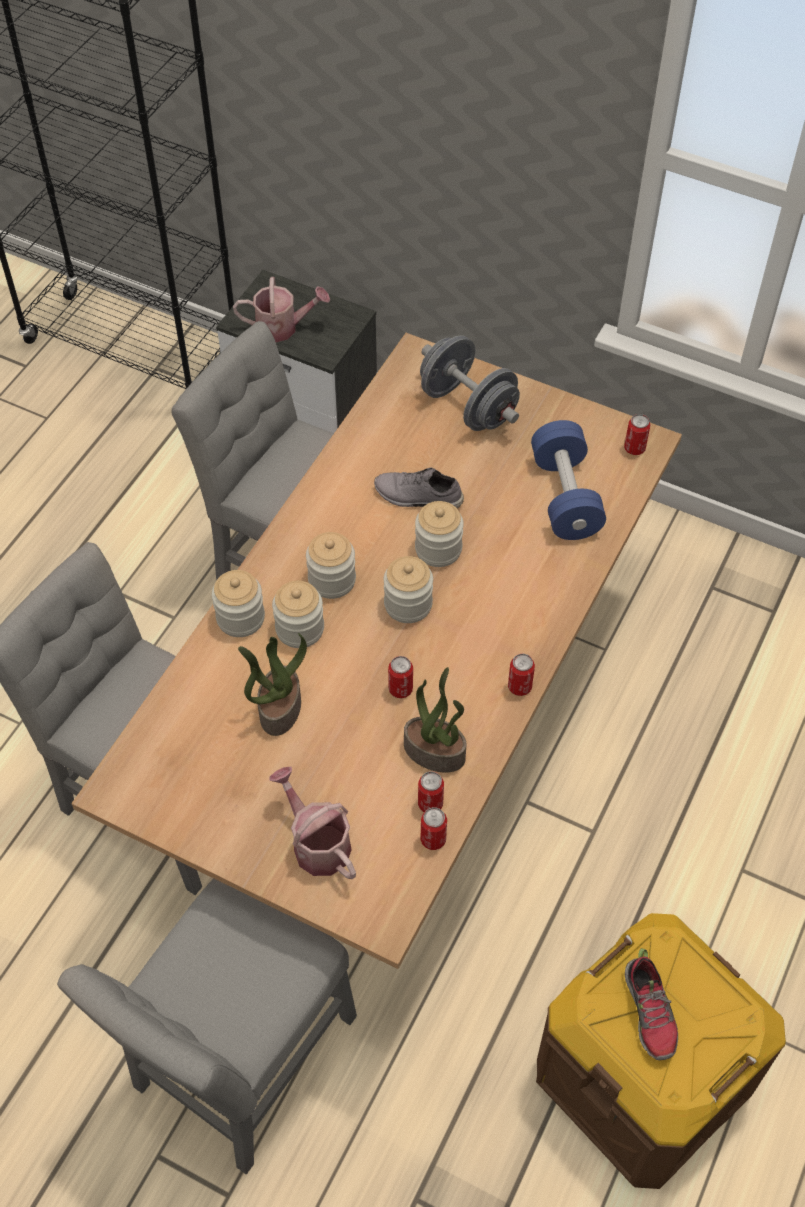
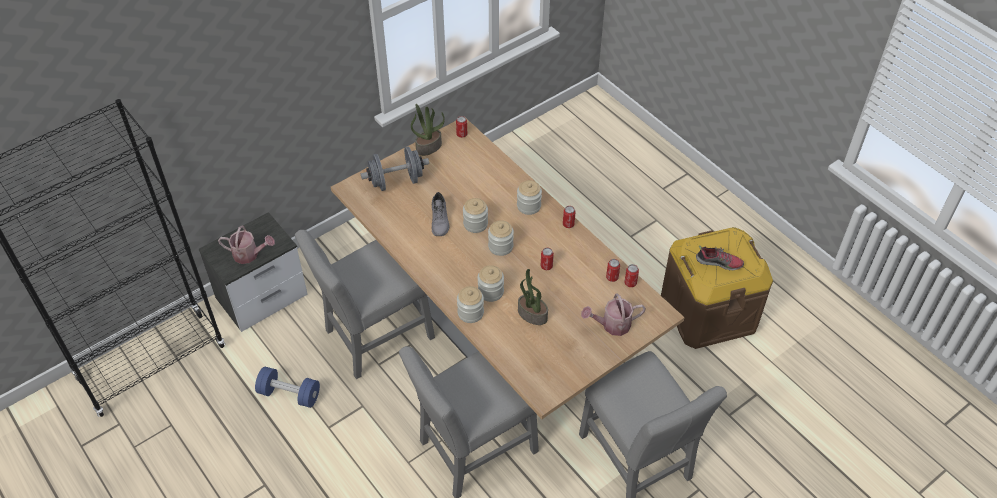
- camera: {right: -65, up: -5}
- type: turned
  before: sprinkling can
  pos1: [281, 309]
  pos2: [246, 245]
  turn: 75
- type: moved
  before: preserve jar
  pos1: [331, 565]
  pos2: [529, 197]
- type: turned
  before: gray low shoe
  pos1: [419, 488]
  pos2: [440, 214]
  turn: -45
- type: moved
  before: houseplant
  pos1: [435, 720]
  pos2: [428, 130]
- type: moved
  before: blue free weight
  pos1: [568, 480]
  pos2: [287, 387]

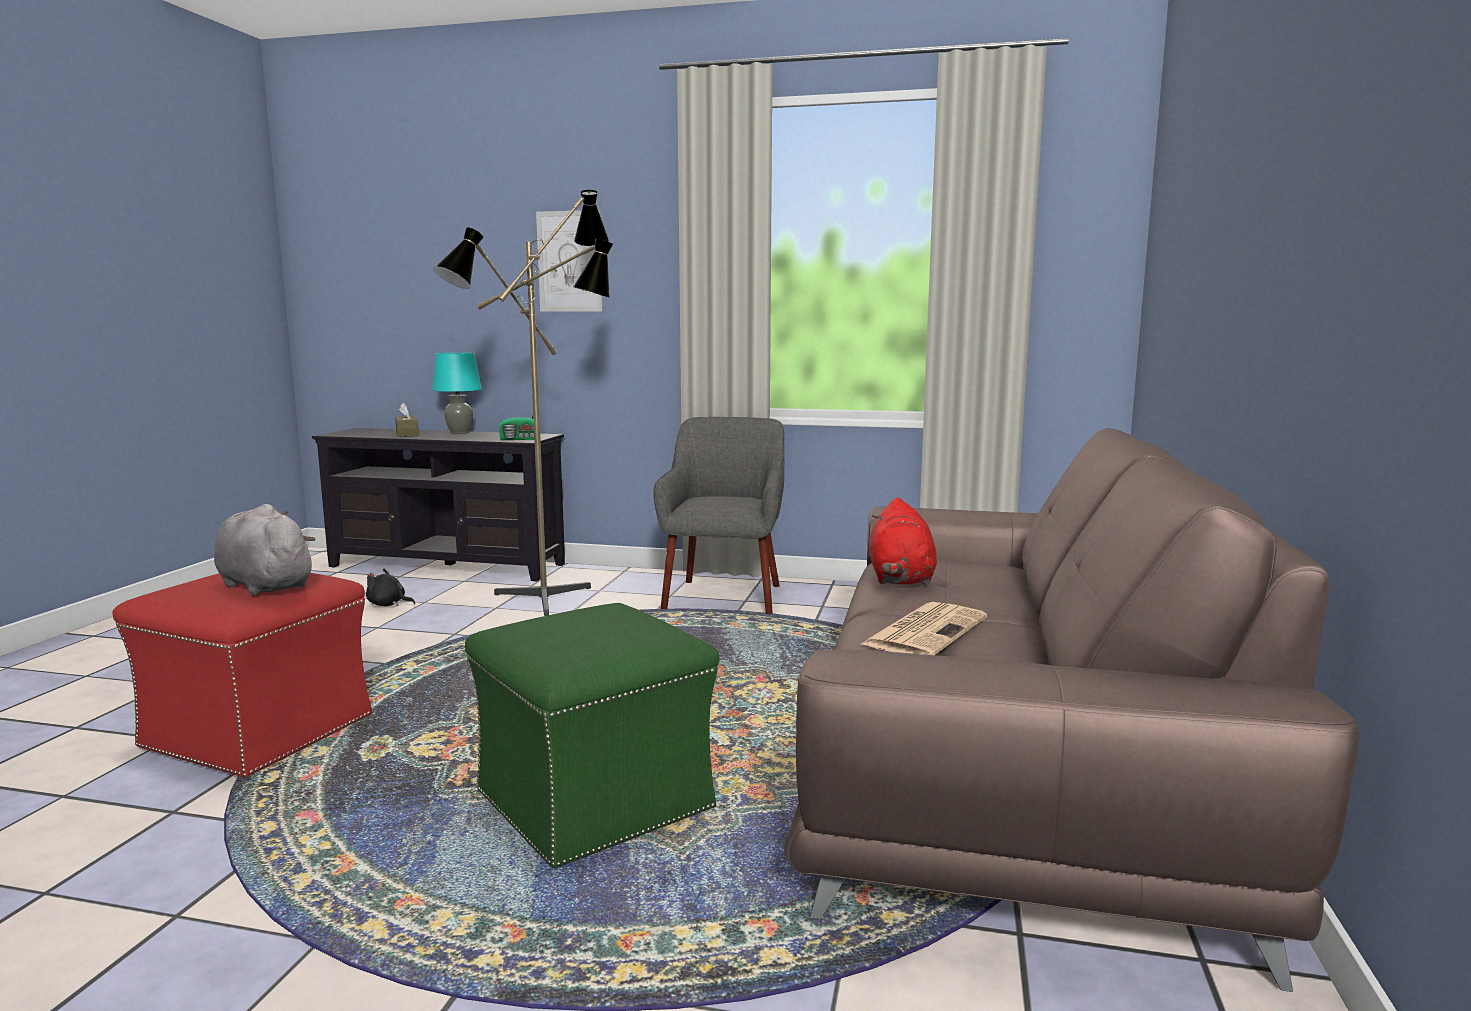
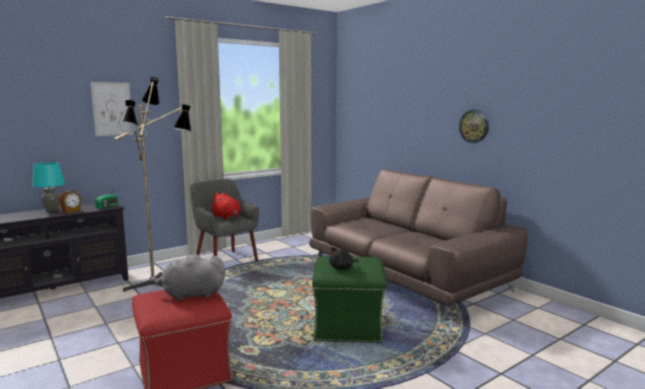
- camera: {right: -50, up: 0}
- type: moved
  before: blackish cuddly toy
  pos1: [390, 587]
  pos2: [343, 258]
- type: removed
  before: brown-coloured tissue box
  pos1: [407, 420]
- type: removed
  before: newspaper
  pos1: [923, 628]
- type: moved
  before: reddish cuddly toy
  pos1: [903, 542]
  pos2: [225, 206]
- type: added
  after: alarm clock
  pos2: [70, 201]
- type: added
  after: hanging clock
  pos2: [474, 126]

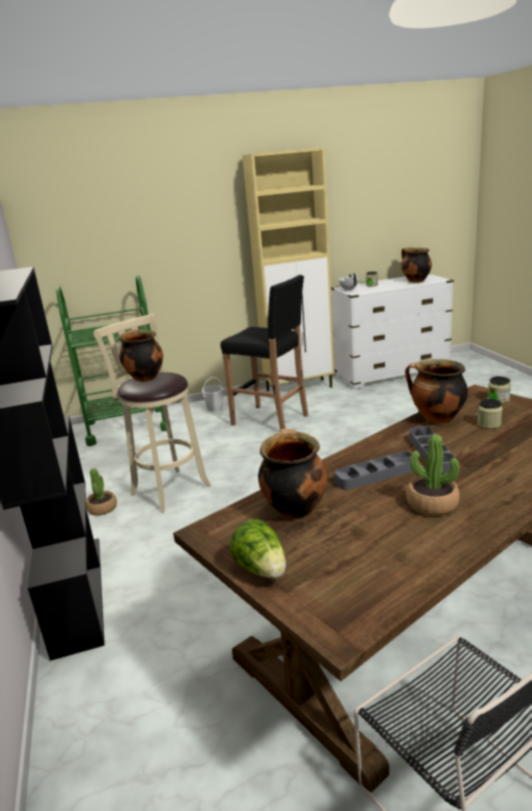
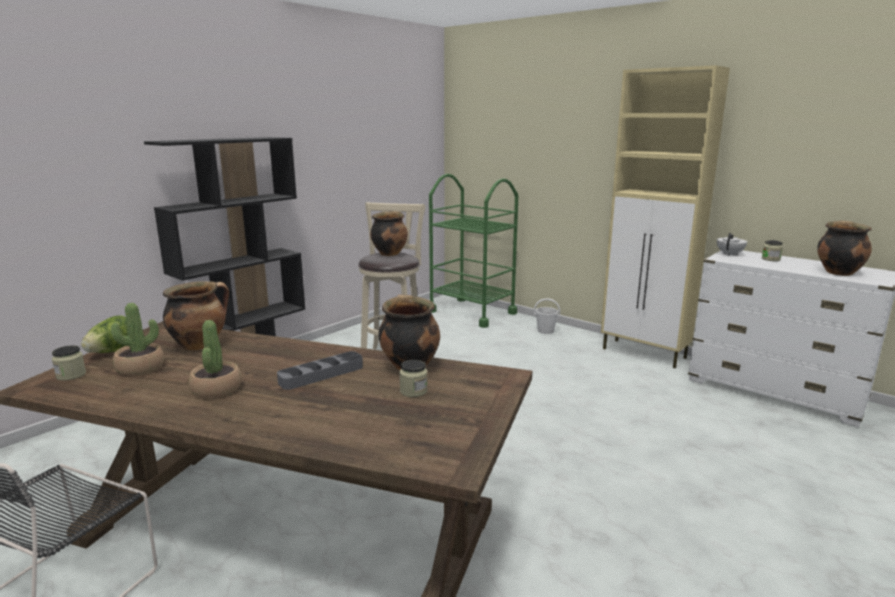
- camera: {right: 55, up: -5}
- type: moved
  before: houseplant
  pos1: [101, 492]
  pos2: [137, 339]
- type: removed
  before: blackish stool seat
  pos1: [264, 353]
- type: removed
  before: gray carrying tray
  pos1: [373, 470]
- type: moved
  before: preserve jar
  pos1: [499, 390]
  pos2: [69, 362]

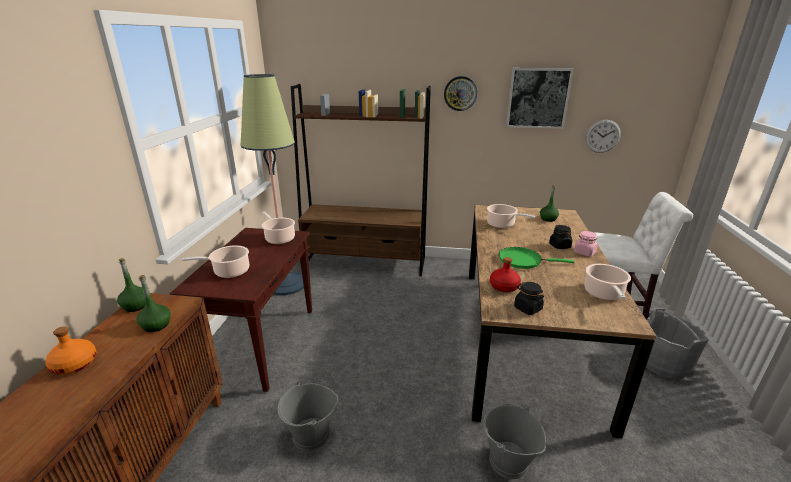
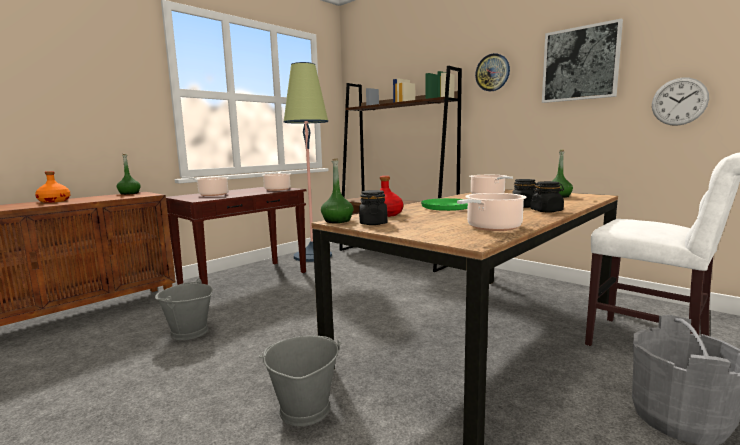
- camera: {right: 35, up: -15}
- type: moved
  before: greenish bottle
  pos1: [153, 303]
  pos2: [337, 190]
- type: recoloured
  before: pinkish preserve jar
  after: blackish preserve jar
  pos1: [586, 243]
  pos2: [547, 197]

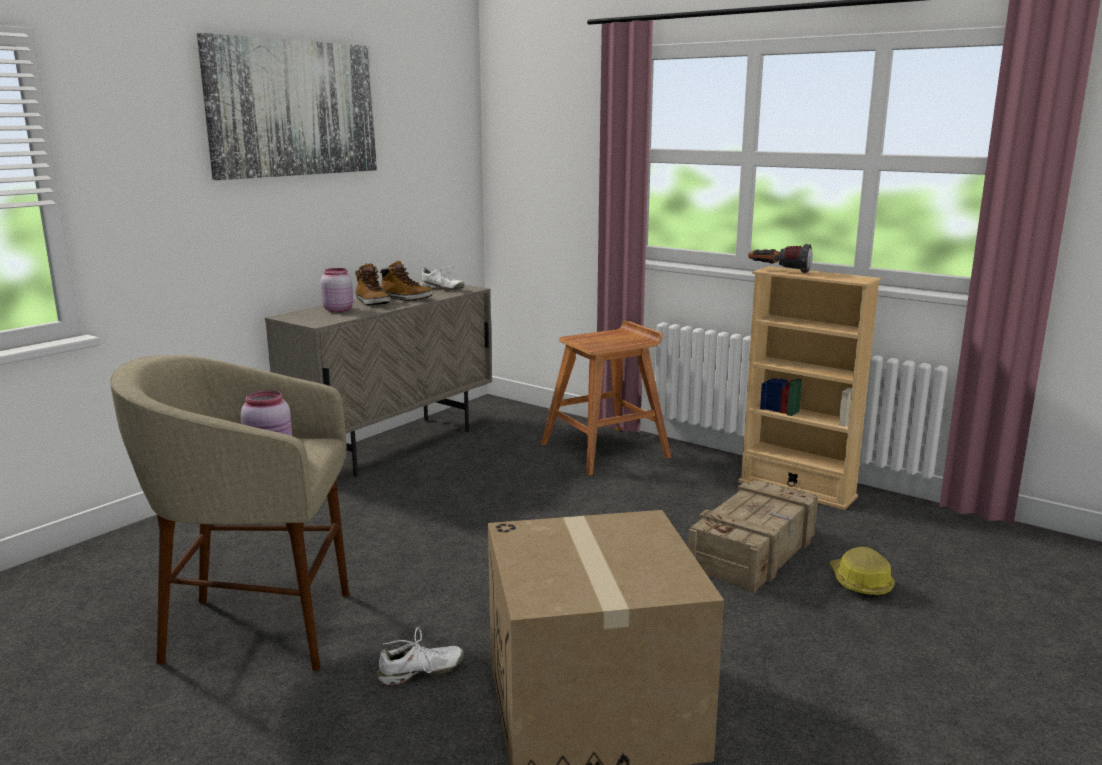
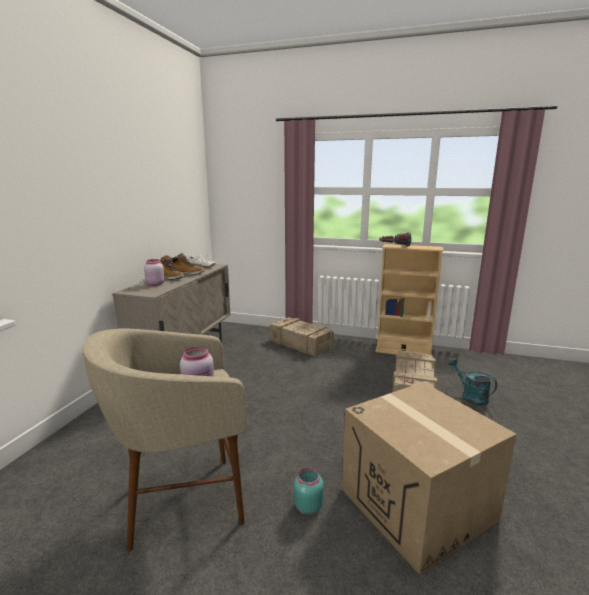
- camera: {right: -20, up: 0}
- type: removed
  before: wall picture
  pos1: [287, 106]
- type: replaced
  before: white-coloured low shoe
  after: turquoise-coloured preserve jar
  pos1: [420, 656]
  pos2: [308, 491]
- type: replaced
  before: brown-coloured stool seat
  after: crate
  pos1: [606, 398]
  pos2: [301, 337]
- type: replaced
  before: hard hat
  after: turquoise-coloured sprinkling can
  pos1: [862, 573]
  pos2: [472, 382]

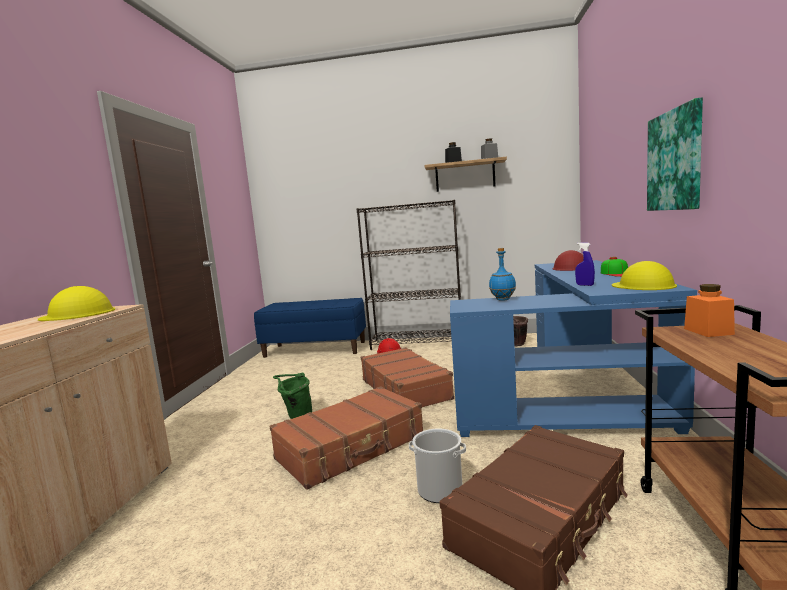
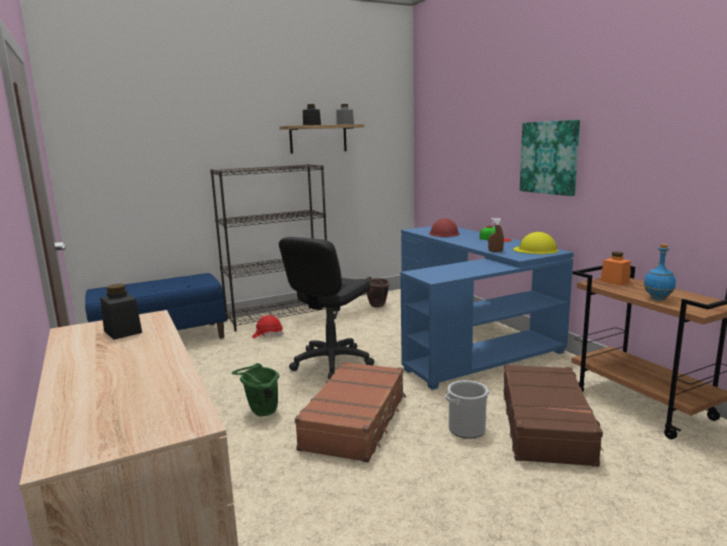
- camera: {right: -35, up: 5}
- type: replaced
  before: yellow hard hat
  after: blackish preserve jar
  pos1: [76, 303]
  pos2: [121, 312]
- type: replaced
  before: brown-coloured piece of luggage
  after: blackish desk chair
  pos1: [407, 377]
  pos2: [326, 308]
- type: moved
  before: blue bottle
  pos1: [502, 274]
  pos2: [660, 272]
- type: recoloured
  before: blue hand sprayer
  after: brown-coloured hand sprayer
  pos1: [585, 264]
  pos2: [496, 235]

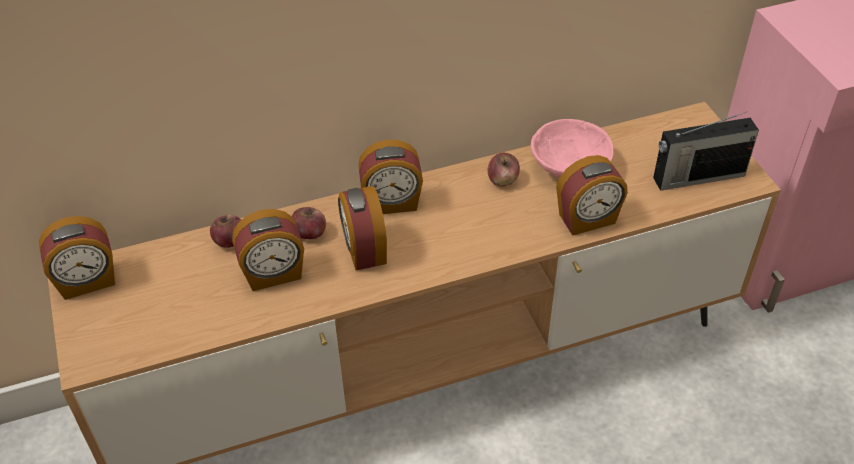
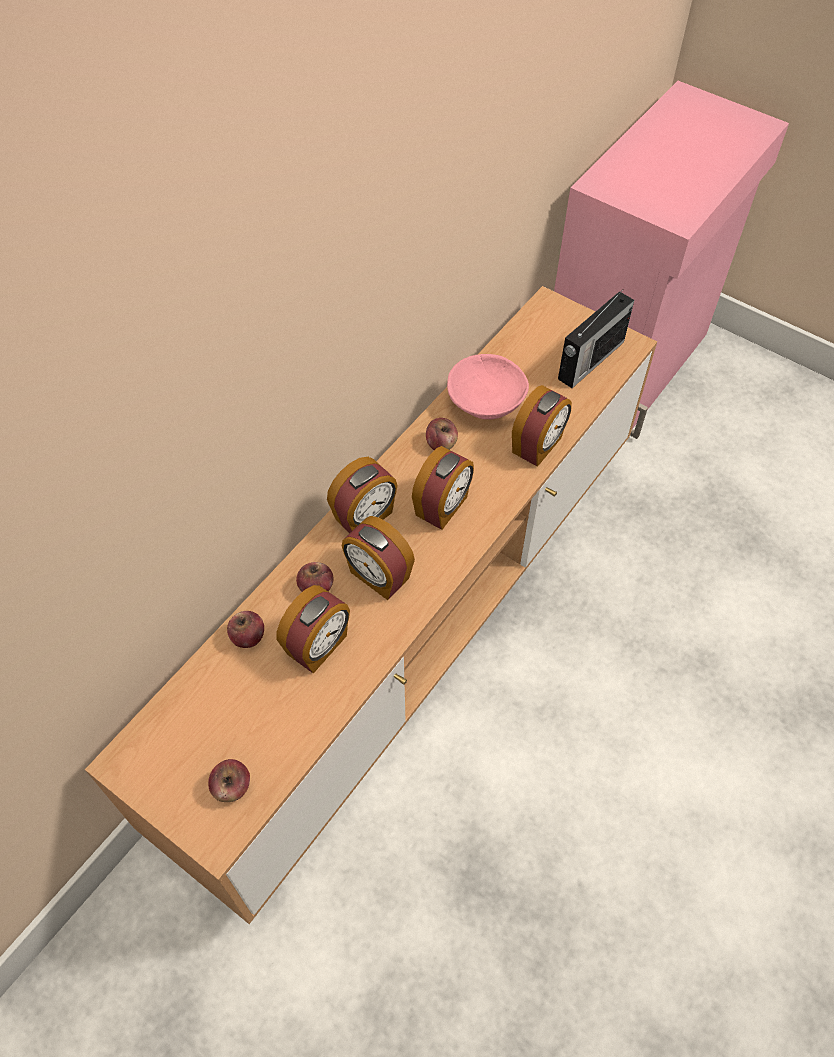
- camera: {right: -35, up: 10}
- type: moved
  before: alarm clock
  pos1: [77, 258]
  pos2: [443, 488]
- type: added
  after: apple fruit
  pos2: [229, 780]

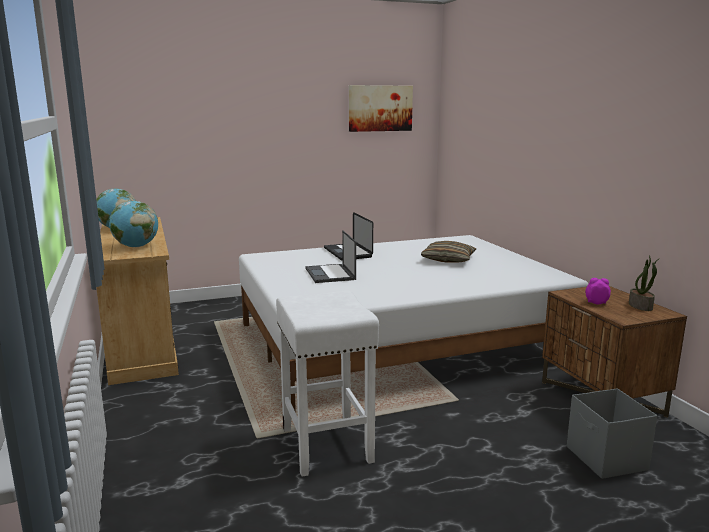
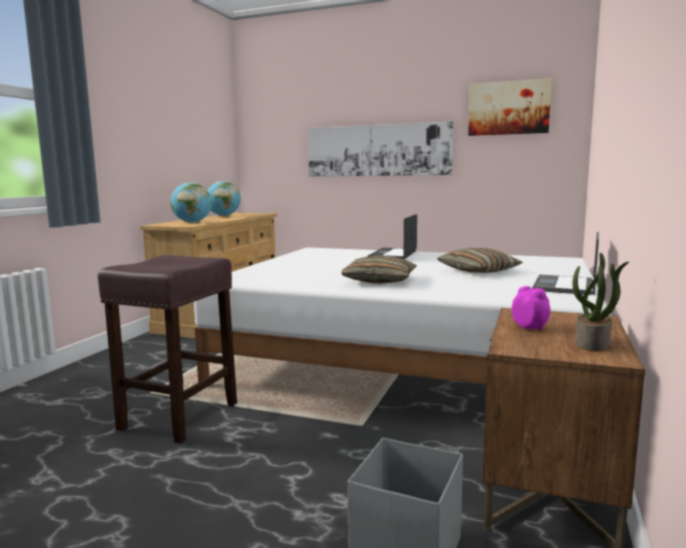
- camera: {right: 40, up: -5}
- type: recoloured
  before: white-coloured stool seat
  after: brown-coloured stool seat
  pos1: [327, 384]
  pos2: [167, 349]
- type: moved
  before: laptop
  pos1: [330, 256]
  pos2: [565, 263]
- type: added
  after: wall picture
  pos2: [380, 149]
- type: added
  after: throw pillow
  pos2: [379, 269]

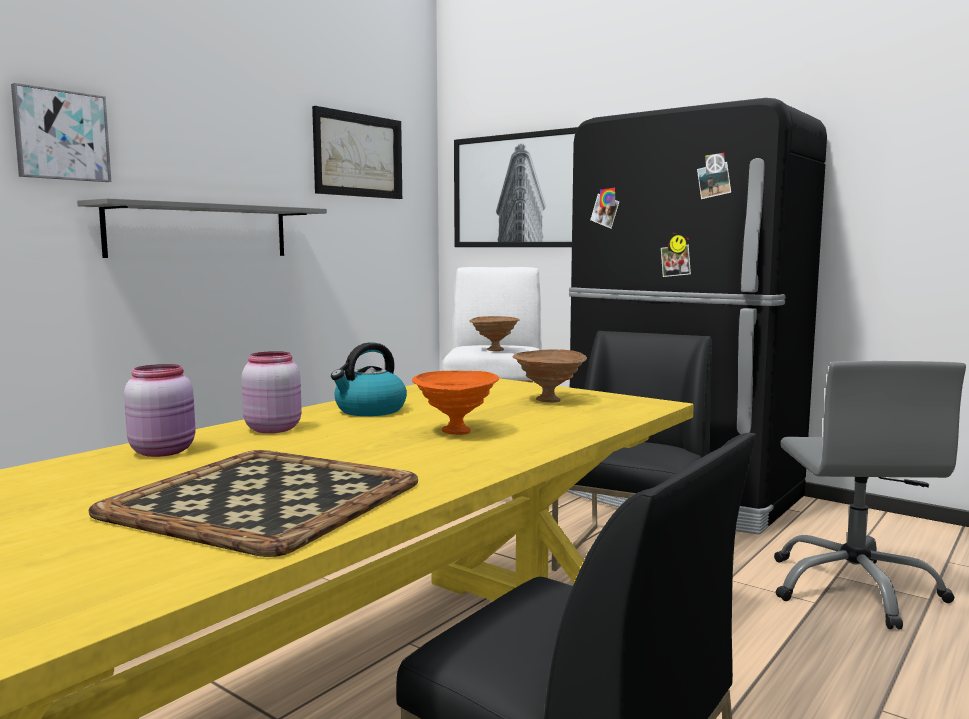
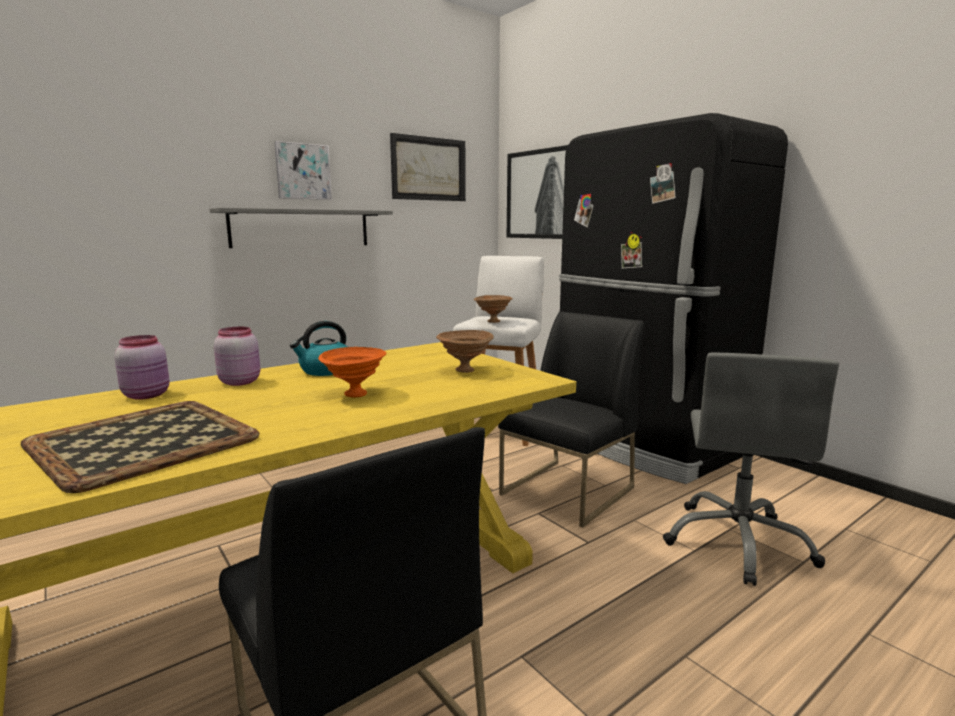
- camera: {right: 15, up: 5}
- type: moved
  before: wall picture
  pos1: [61, 132]
  pos2: [303, 170]

